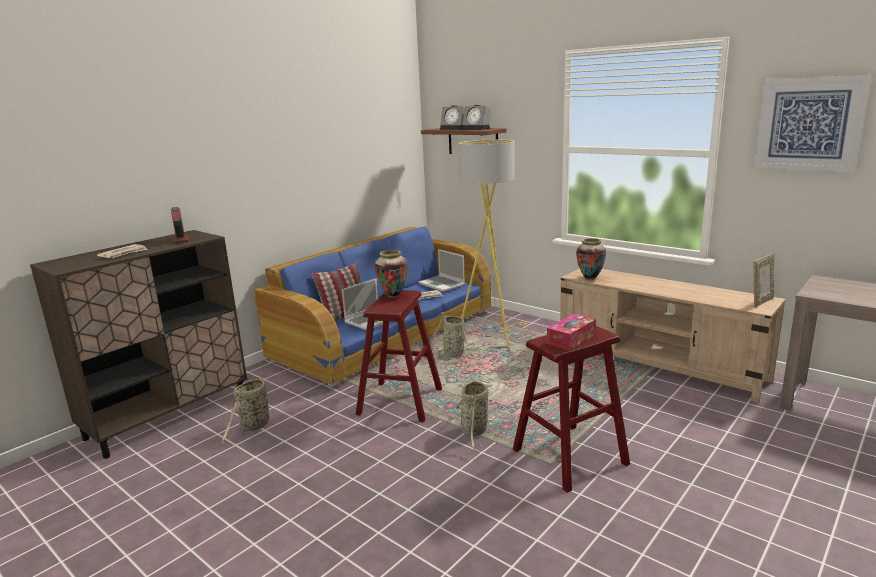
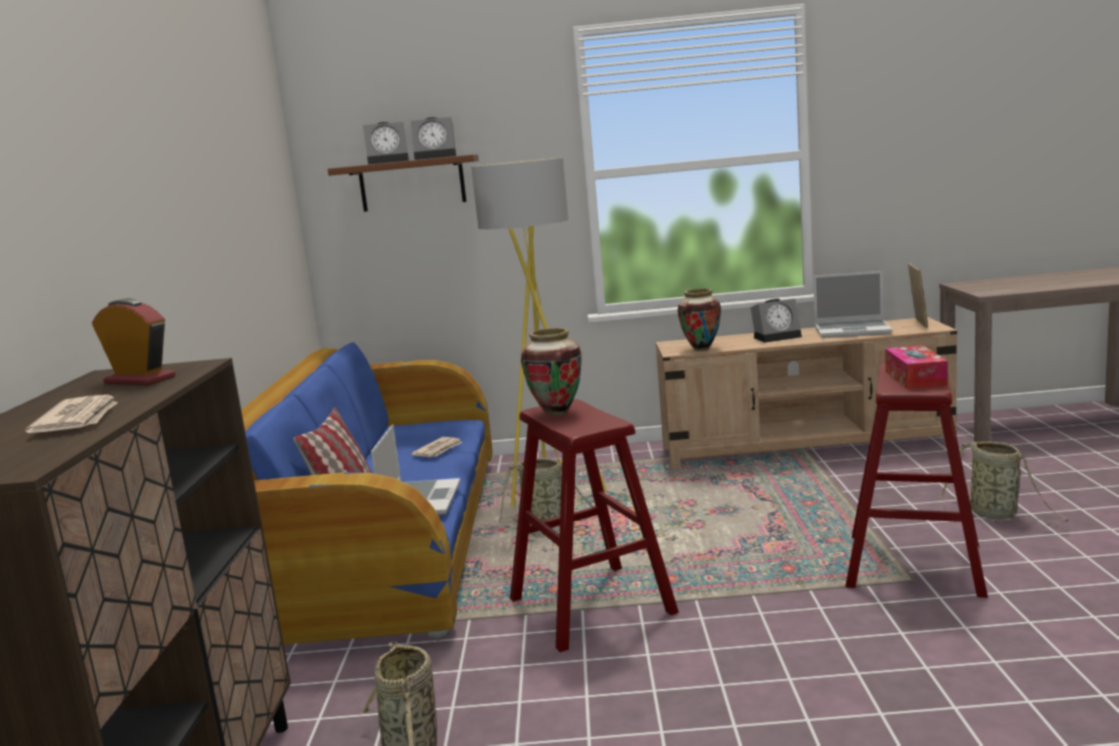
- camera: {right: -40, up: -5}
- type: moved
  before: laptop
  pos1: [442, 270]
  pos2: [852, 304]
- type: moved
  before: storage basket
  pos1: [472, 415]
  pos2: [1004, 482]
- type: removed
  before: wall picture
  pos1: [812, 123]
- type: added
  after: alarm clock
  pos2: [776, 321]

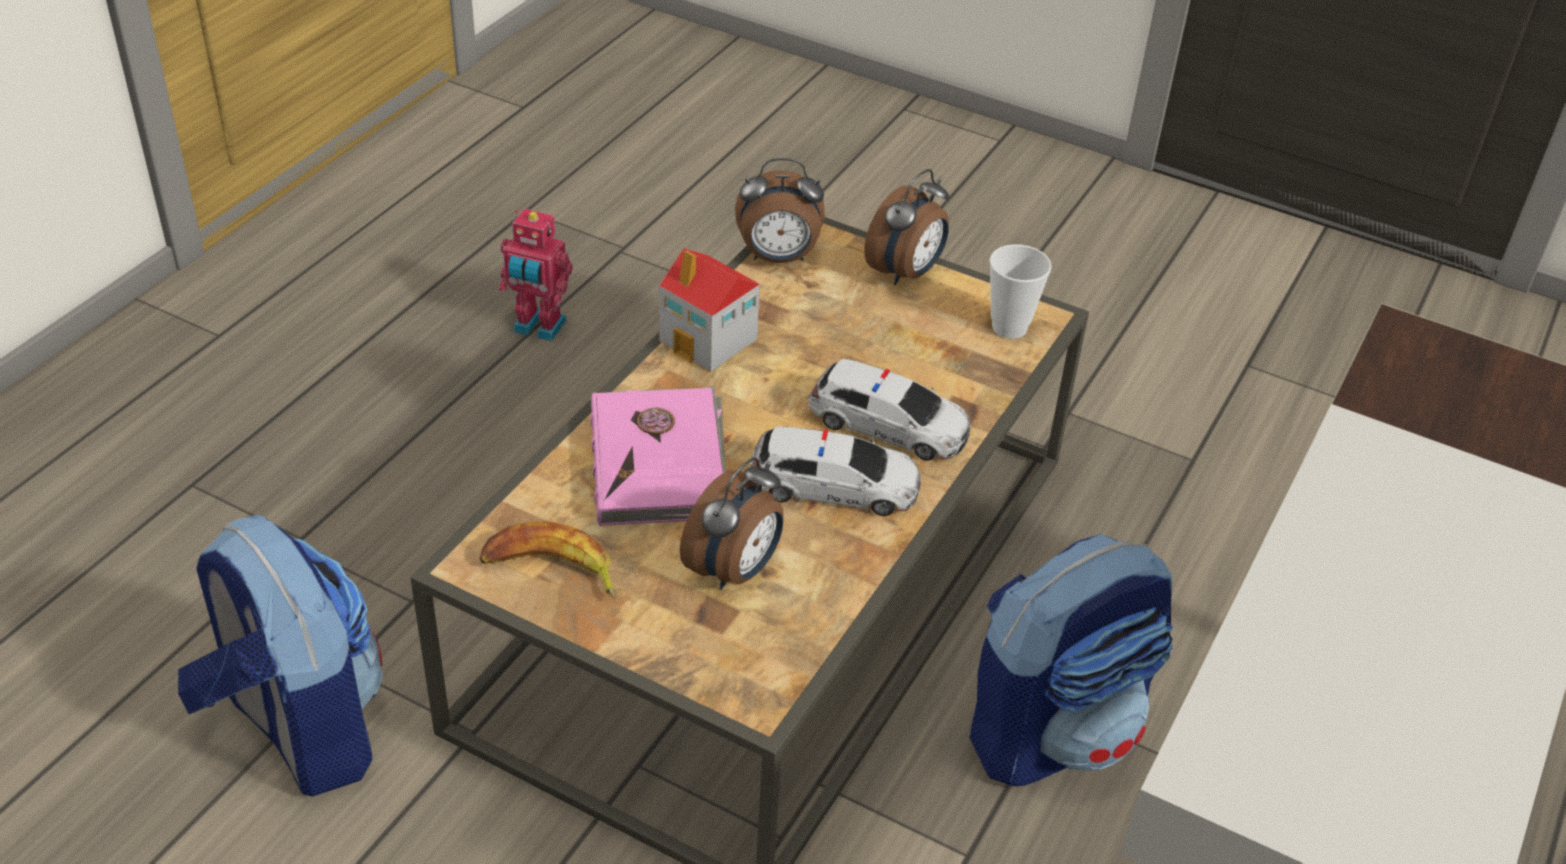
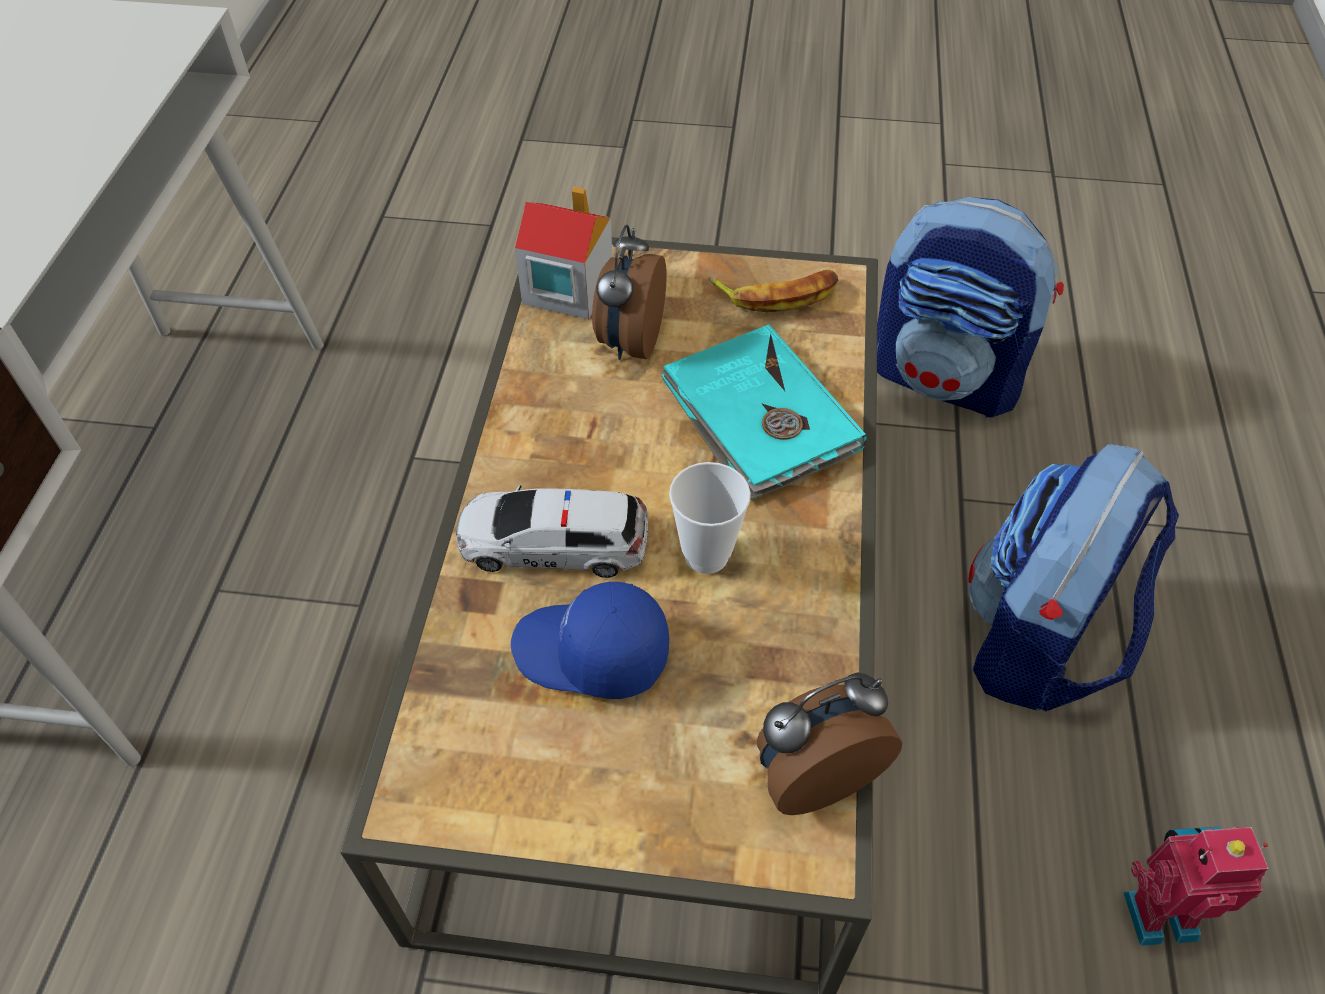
- camera: {right: 160, up: 10}
- type: recoloured
  before: pinkish volume
  after: turquoise-coloured volume
  pos1: [657, 456]
  pos2: [763, 411]
- type: moved
  before: model house
  pos1: [709, 310]
  pos2: [563, 252]
- type: removed
  before: model car
  pos1: [835, 471]
- type: removed
  before: alarm clock
  pos1: [906, 227]
- type: moved
  before: rucksack
  pos1: [1071, 660]
  pos2: [1073, 577]
- type: moved
  before: drinking cup
  pos1: [1020, 291]
  pos2: [710, 518]
- type: added
  after: blue baseball cap
  pos2: [590, 640]

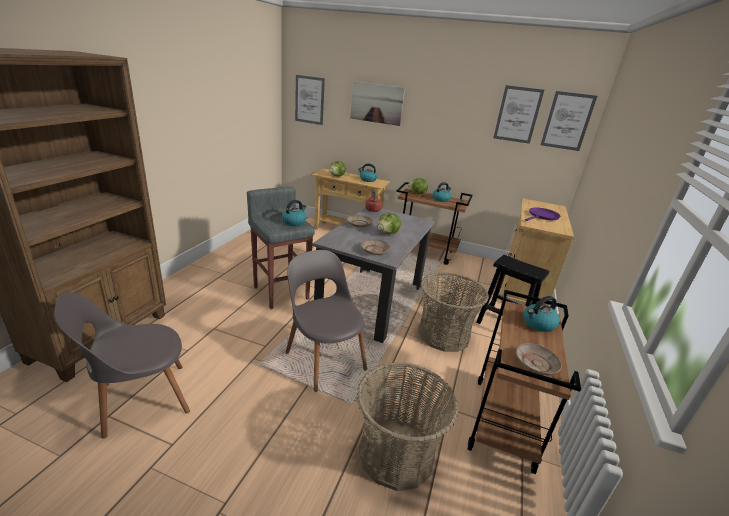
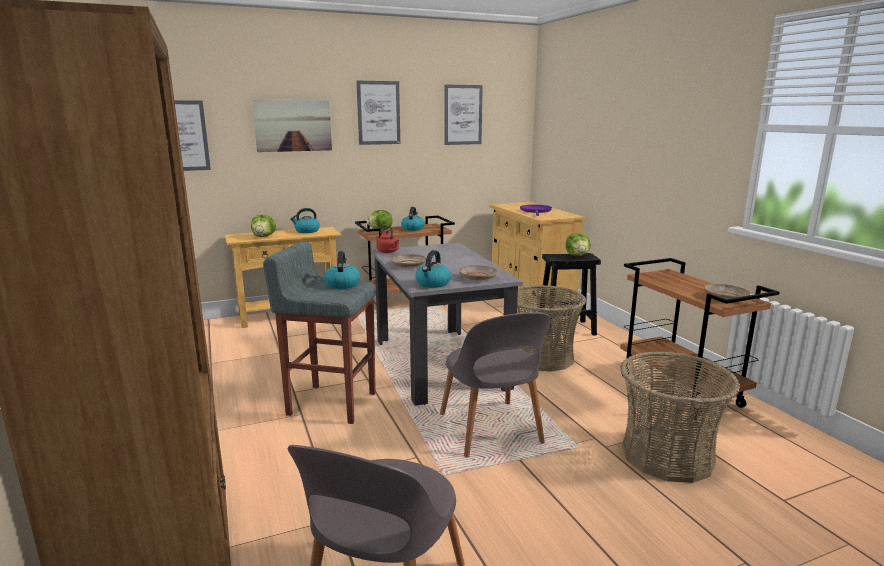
- camera: {right: -40, up: -10}
- type: turned
  before: gray plain chair
  pos1: [326, 321]
  pos2: [495, 384]
  turn: -120
- type: moved
  before: lettuce
  pos1: [389, 223]
  pos2: [578, 244]
- type: moved
  before: kettle
  pos1: [542, 314]
  pos2: [433, 269]
- type: moved
  before: wall picture
  pos1: [569, 121]
  pos2: [378, 113]

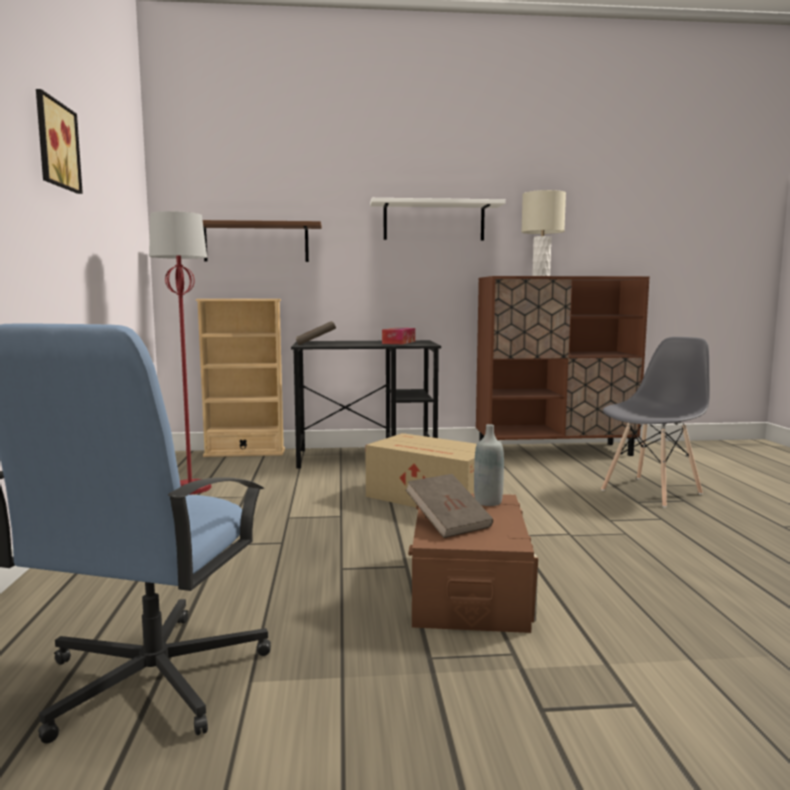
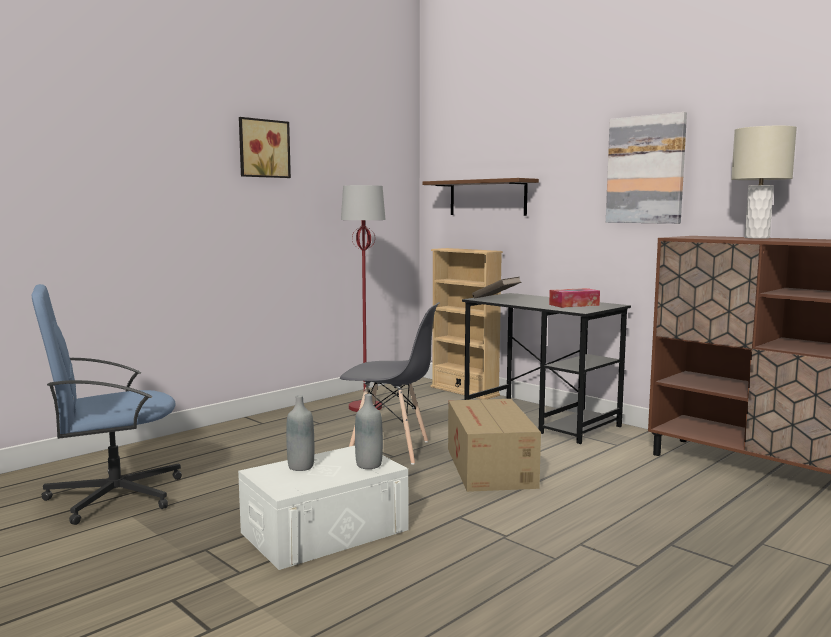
- camera: {right: 50, up: 0}
- type: replaced
  before: white-coloured shelf
  after: wall picture
  pos1: [438, 219]
  pos2: [646, 168]
- type: replaced
  before: brown-coloured volume
  after: gray bottle
  pos1: [449, 506]
  pos2: [300, 433]
- type: recoloured
  before: brown-coloured storage bin
  after: white-coloured storage bin
  pos1: [473, 563]
  pos2: [323, 508]
- type: moved
  before: gray plain chair
  pos1: [655, 422]
  pos2: [390, 383]

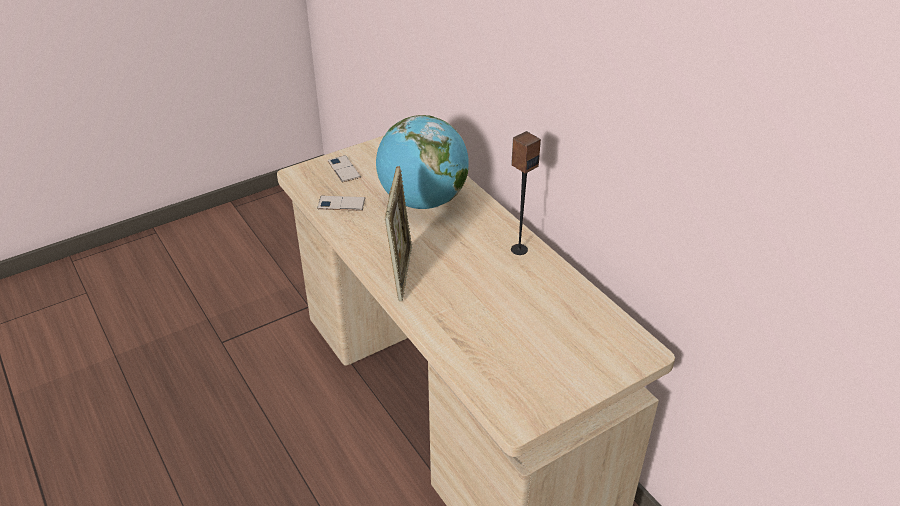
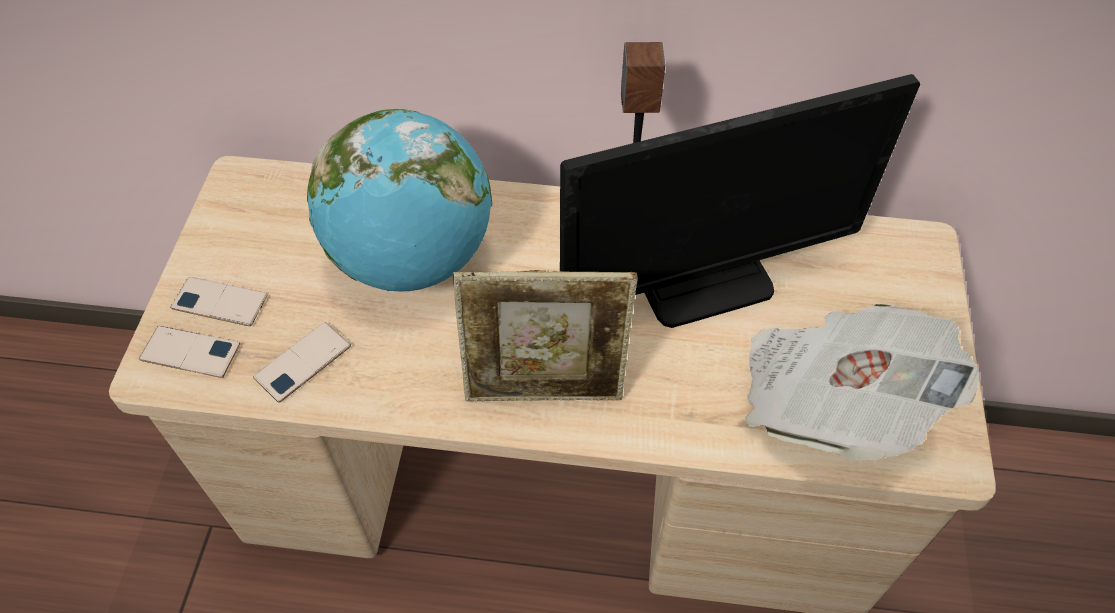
- camera: {right: -50, up: 15}
- type: turned
  before: picture frame
  pos1: [398, 233]
  pos2: [545, 336]
  turn: 135
- type: added
  after: handset
  pos2: [189, 352]
- type: added
  after: monitor
  pos2: [740, 201]
- type: added
  after: newspaper
  pos2: [862, 382]

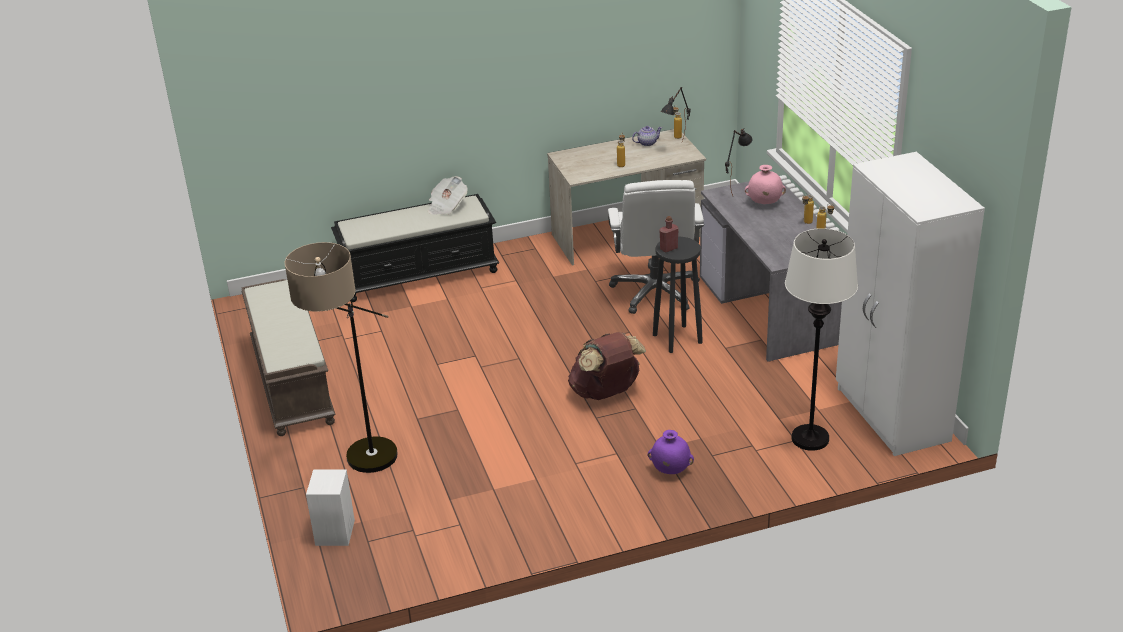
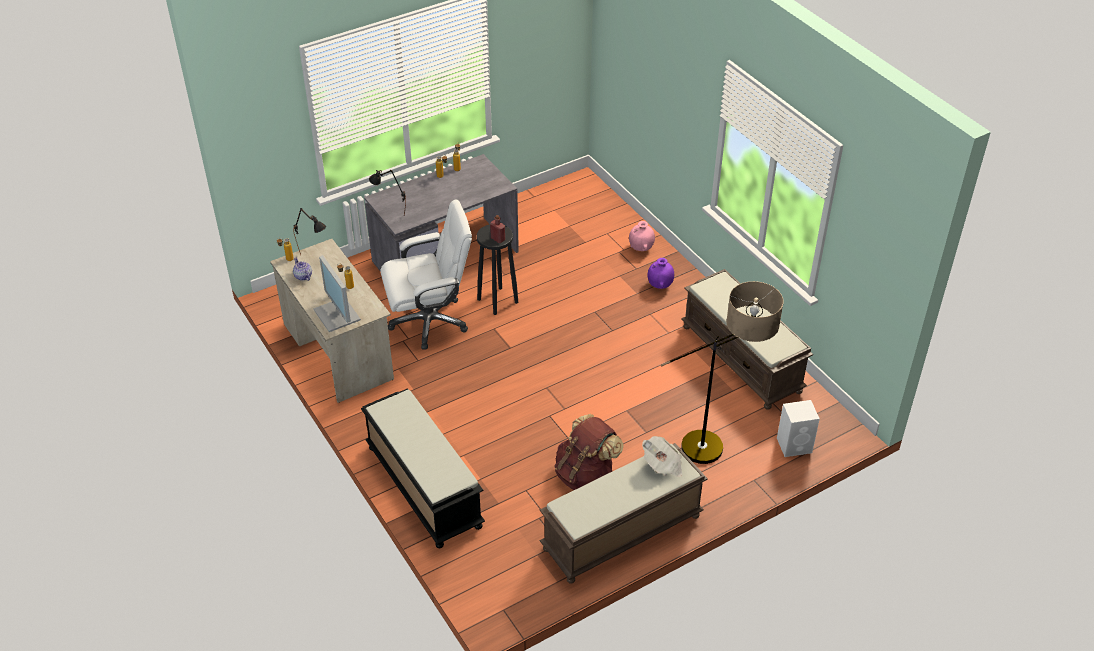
- camera: {right: -105, up: 10}
- type: moved
  before: newspaper
  pos1: [448, 195]
  pos2: [662, 456]
- type: moved
  before: brown-coloured rucksack
  pos1: [607, 366]
  pos2: [589, 452]
- type: moved
  before: pinkish vase
  pos1: [765, 184]
  pos2: [642, 236]
- type: removed
  before: white-coloured floor lamp
  pos1: [821, 339]
- type: removed
  before: white-coloured armoire
  pos1: [910, 304]
- type: added
  after: monitor
  pos2: [337, 293]
- type: added
  after: brown-coloured long seat
  pos2: [747, 339]

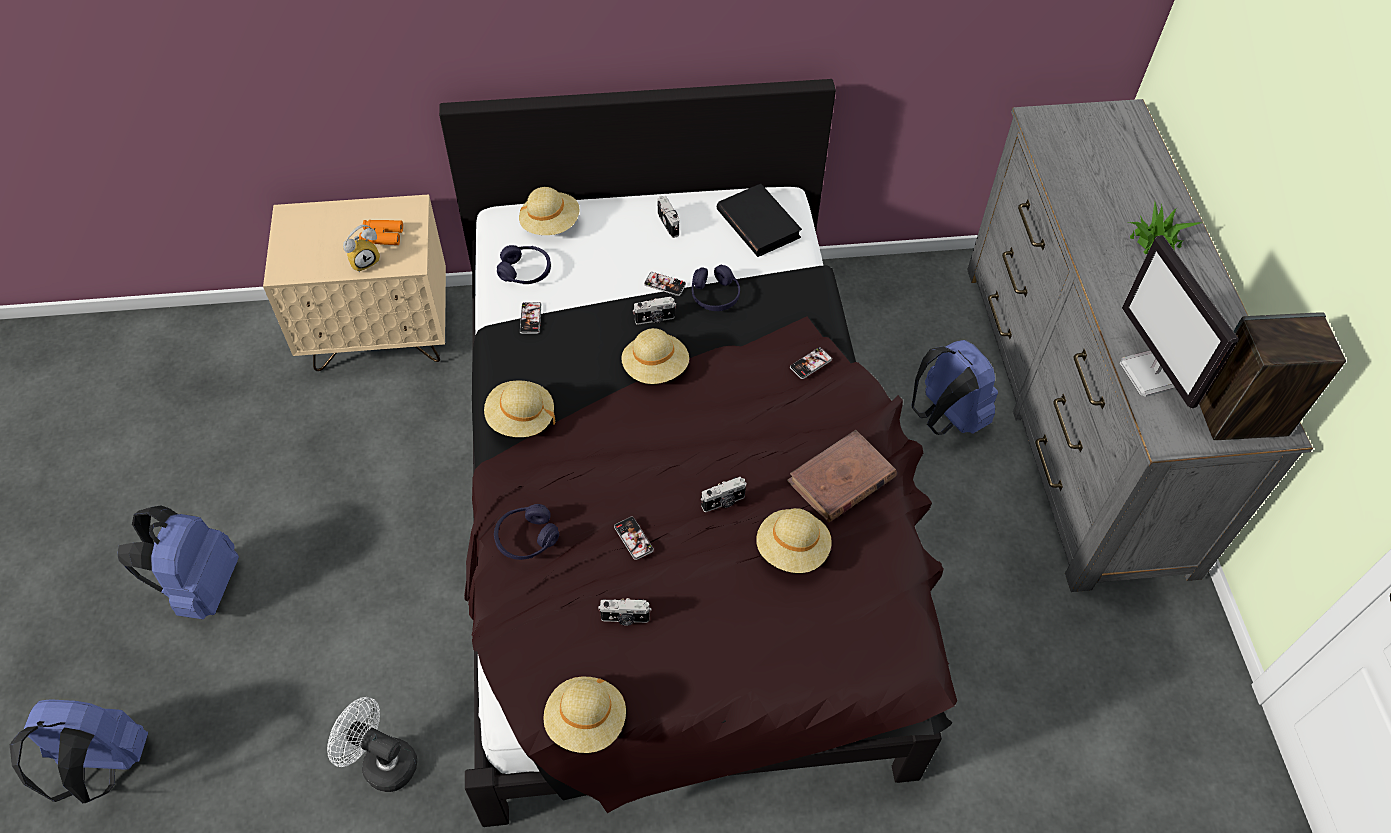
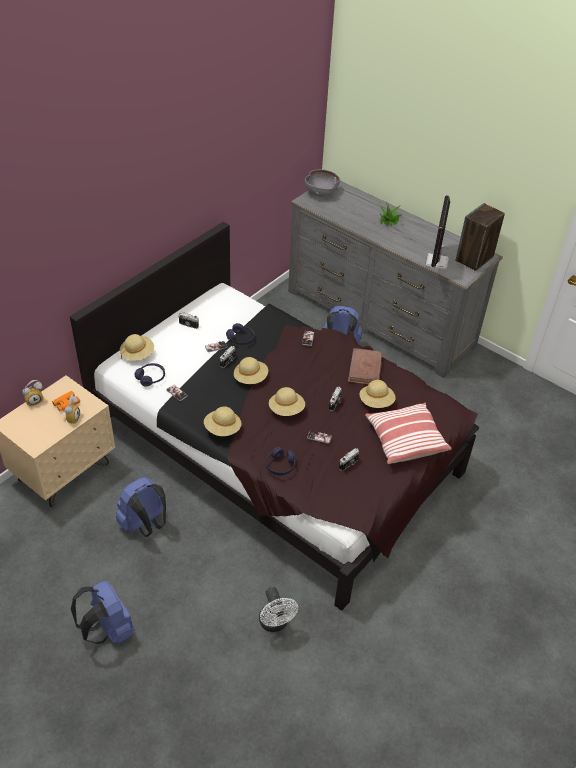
- camera: {right: -45, up: -10}
- type: moved
  before: blue rucksack
  pos1: [79, 751]
  pos2: [141, 507]
- type: turned
  before: white-coloured fan
  pos1: [372, 744]
  pos2: [278, 609]
  turn: -90
- type: moved
  before: beige clothing hat
  pos1: [584, 715]
  pos2: [287, 401]
- type: removed
  before: blackish volume
  pos1: [759, 220]
- type: turned
  before: monitor
  pos1: [1179, 321]
  pos2: [437, 232]
  turn: 75
- type: added
  after: alarm clock
  pos2: [33, 393]
- type: added
  after: gray deep dish
  pos2: [322, 183]
- type: added
  after: throw pillow
  pos2: [408, 433]

